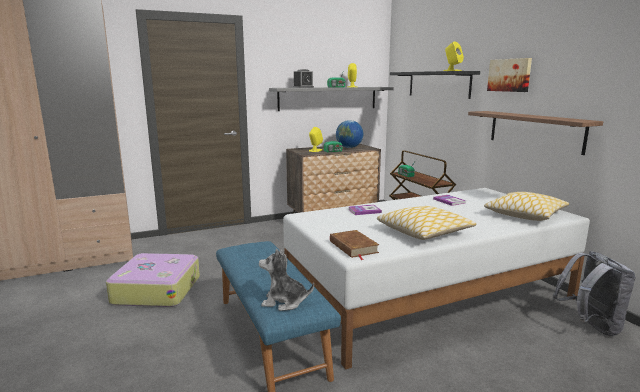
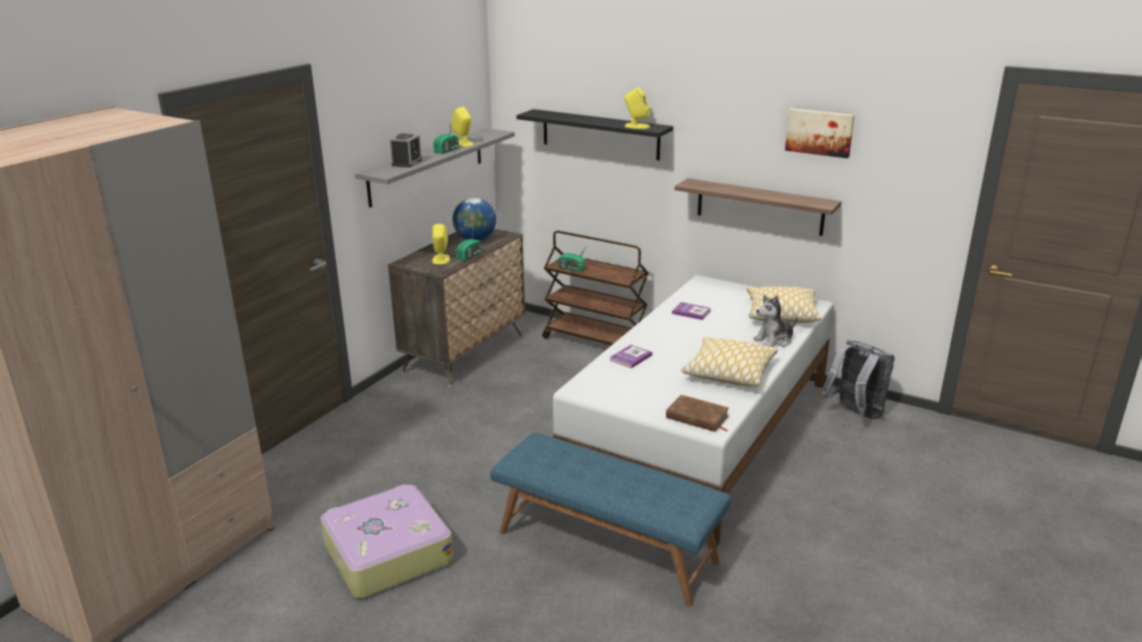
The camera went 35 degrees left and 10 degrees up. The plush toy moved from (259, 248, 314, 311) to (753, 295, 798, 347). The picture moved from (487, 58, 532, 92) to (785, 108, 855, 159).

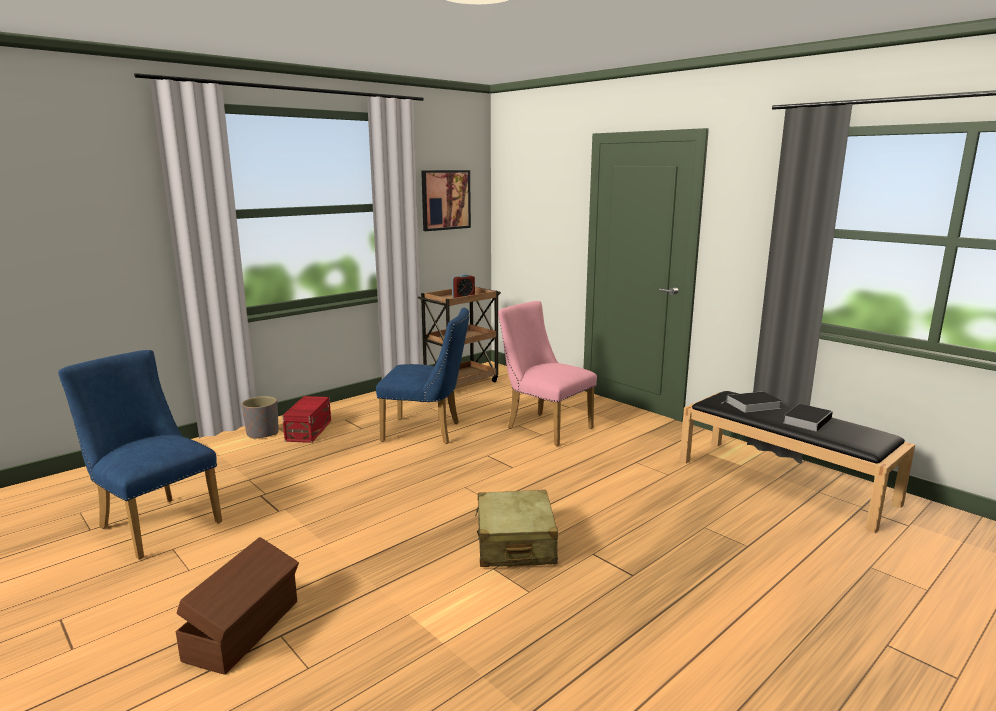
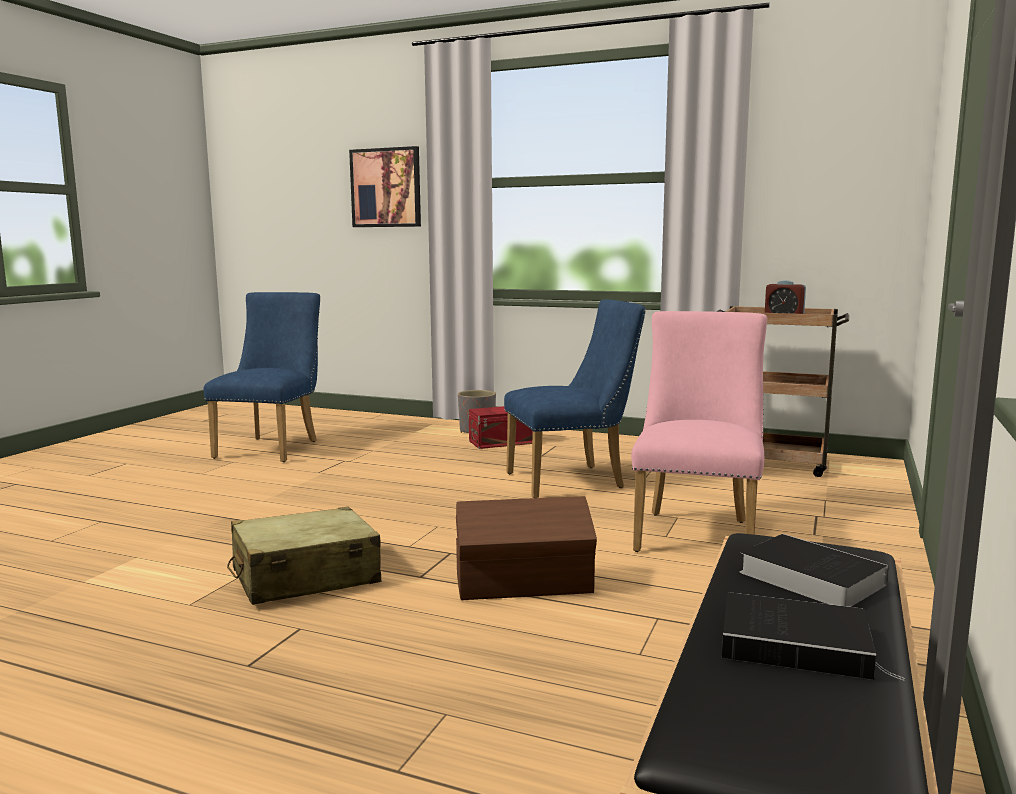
The camera went 65 degrees right and 5 degrees down. The storage box/brown moved from (176, 537, 299, 675) to (456, 496, 597, 600). The chair/blue at (376, 308, 469, 444) turned 90 degrees counterclockwise. The picture moved from (421, 170, 471, 231) to (349, 146, 421, 227).

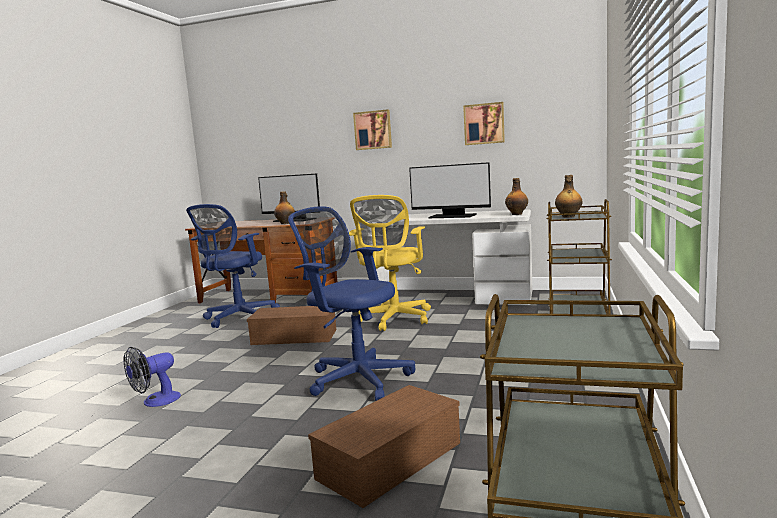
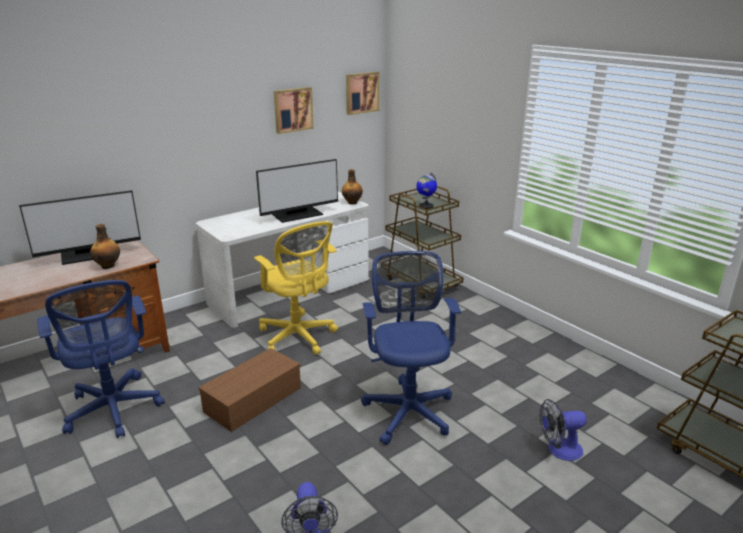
The camera went 55 degrees left and 15 degrees up. The office chair/blue at (288, 206, 415, 401) turned 105 degrees clockwise. The storage box/brown at (308, 385, 460, 508) was replaced by the fan at (539, 399, 587, 461). The picture moved from (353, 109, 392, 150) to (346, 72, 380, 115). The bottle at (555, 175, 582, 218) was replaced by the globe at (416, 173, 437, 209).

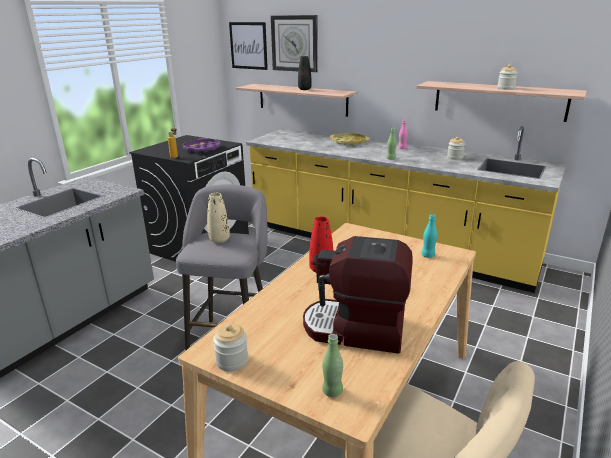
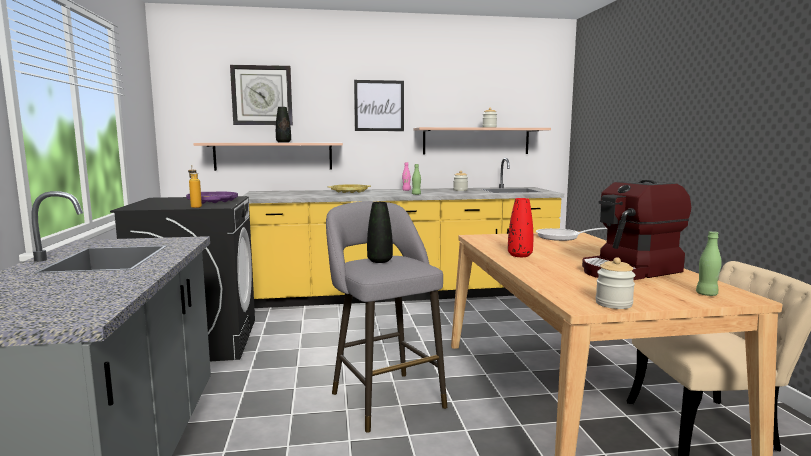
The camera went 40 degrees left and 15 degrees down. The vase/beige at (207, 193, 230, 243) became the vase/black at (367, 202, 393, 263). The picture moved from (229, 22, 268, 70) to (354, 80, 404, 131). The bottle/turquoise at (421, 214, 437, 258) was replaced by the frying pan at (536, 228, 607, 241).

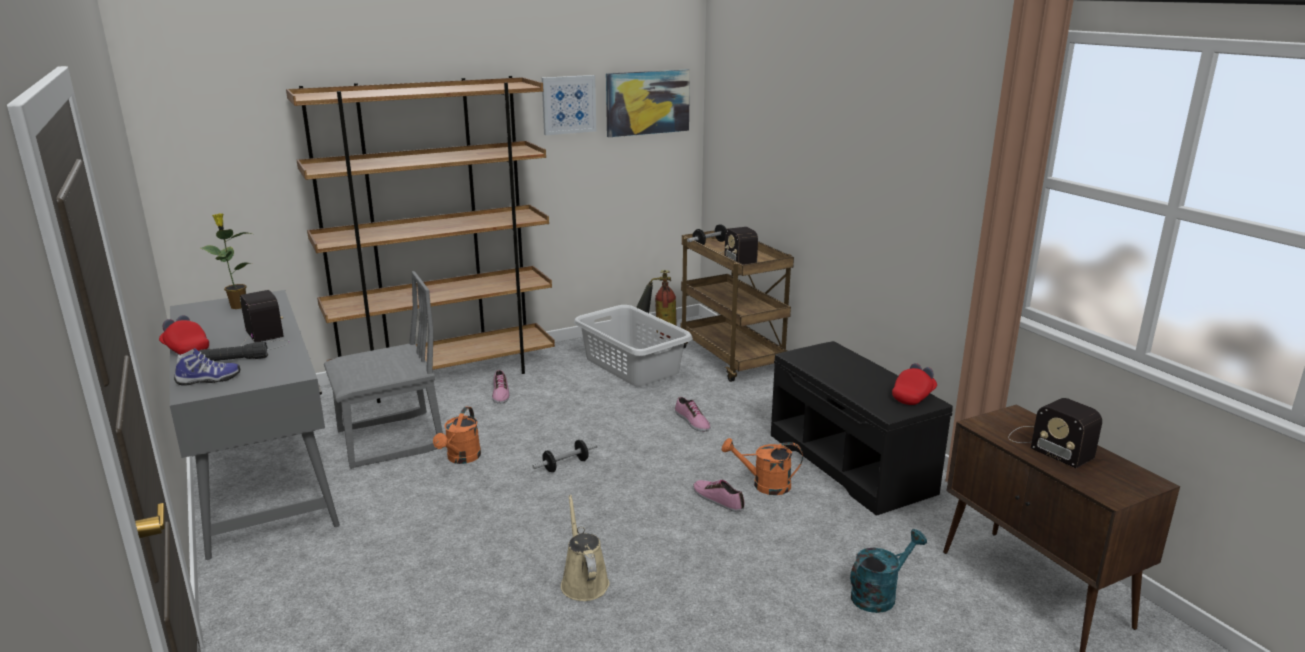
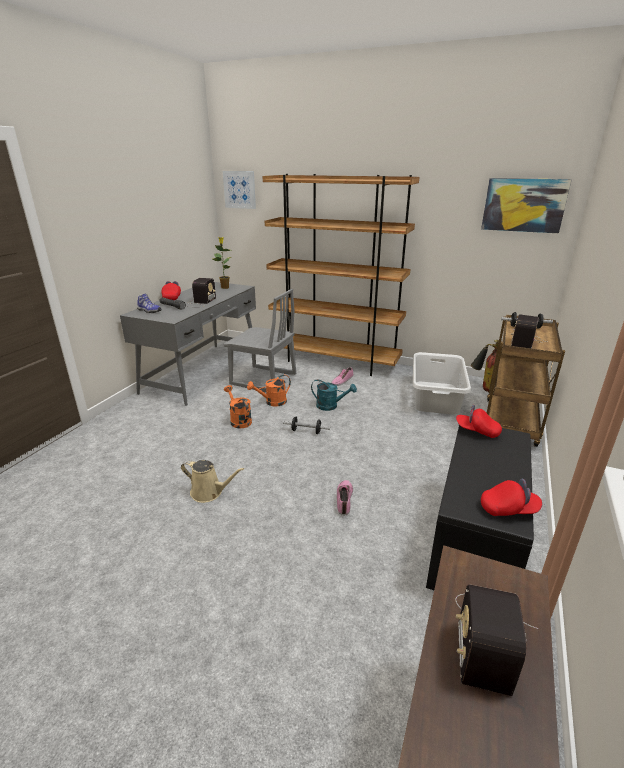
The camera went 50 degrees right and 5 degrees up. The picture moved from (542, 75, 596, 135) to (223, 171, 256, 209). The watering can/beige at (561, 495, 610, 601) turned 75 degrees clockwise. The shoe at (675, 397, 711, 432) disappeared. The watering can/orange moved from (722, 438, 803, 495) to (224, 385, 252, 428). The watering can/turquoise moved from (850, 529, 927, 613) to (311, 380, 357, 411). The cap/red at (456, 405, 502, 438) appeared.

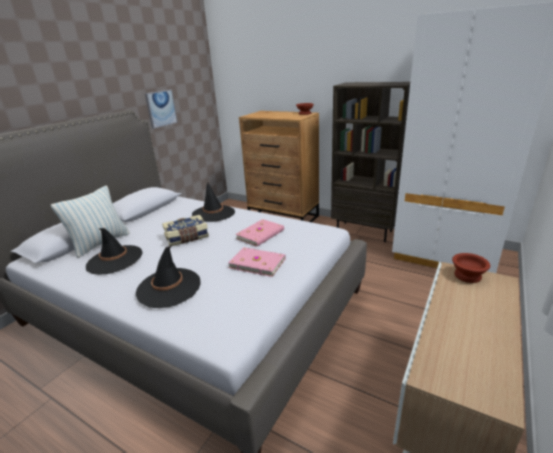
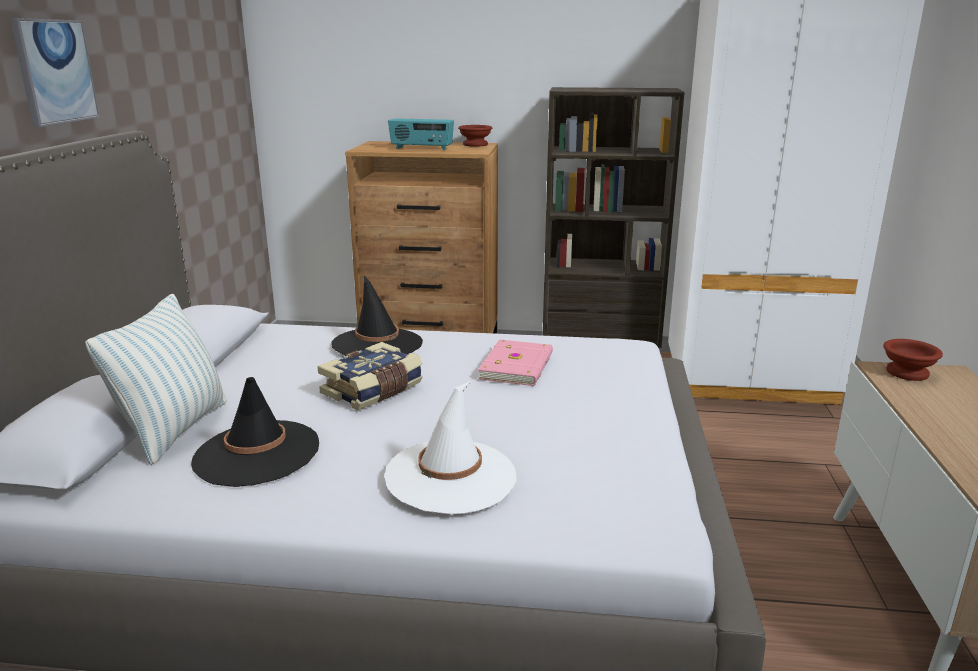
The camera went 25 degrees left and 5 degrees down. The hat/black at (136, 246, 200, 308) became the hat/white at (384, 381, 517, 514). The picture moved from (145, 90, 178, 129) to (10, 18, 100, 127). The book/pink at (228, 247, 286, 277) disappeared. The radio at (388, 118, 454, 150) appeared.

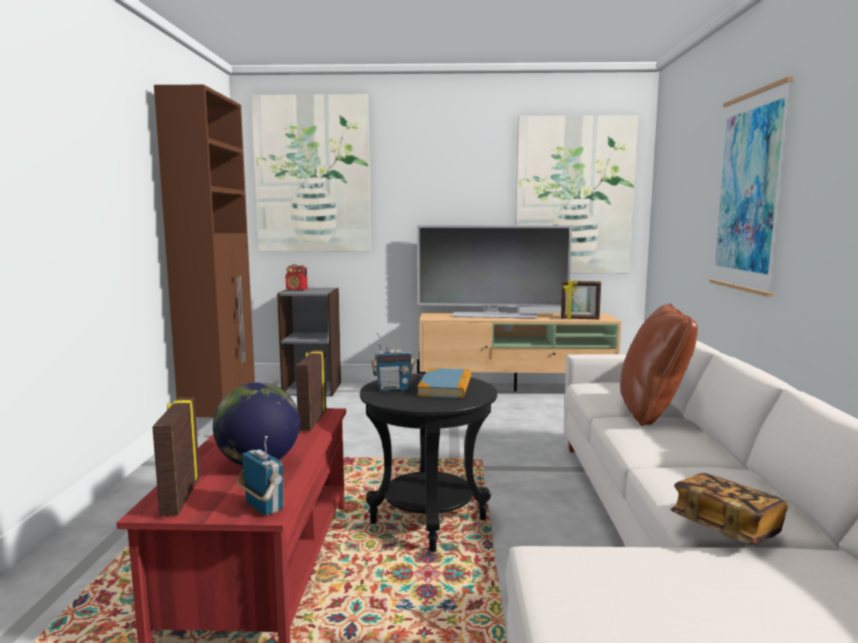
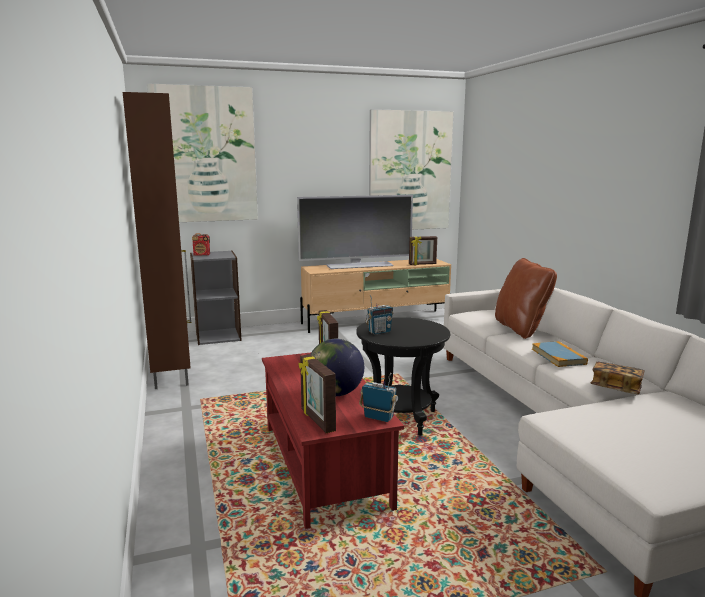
The camera went 20 degrees left and 5 degrees up. The book moved from (417, 368, 471, 398) to (532, 341, 588, 367). The picture at (709, 77, 794, 297) disappeared.

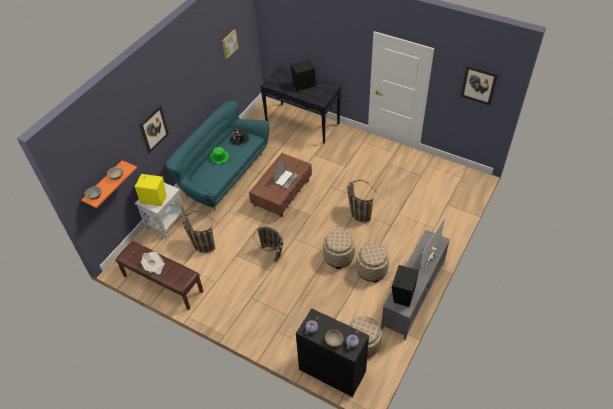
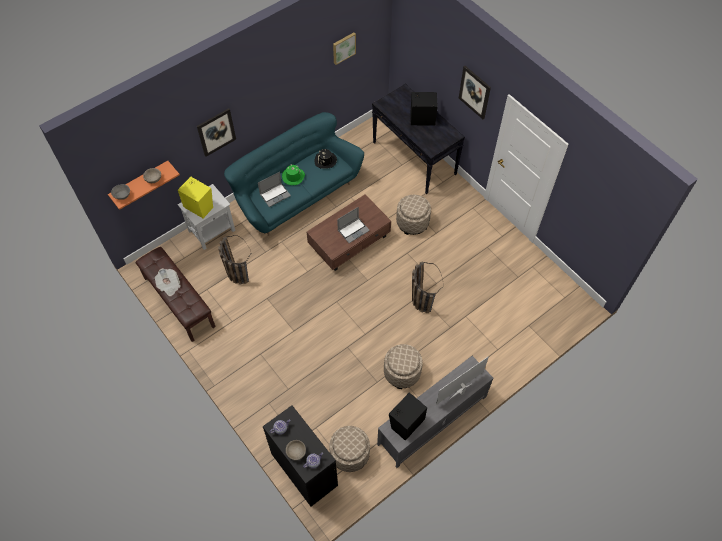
The camera went 20 degrees right and 10 degrees up. The basket at (253, 227, 283, 262) disappeared. The ottoman/beige moved from (323, 231, 355, 269) to (396, 195, 431, 235). The picture moved from (460, 65, 498, 105) to (459, 66, 491, 119). The laptop at (258, 172, 291, 207) appeared.

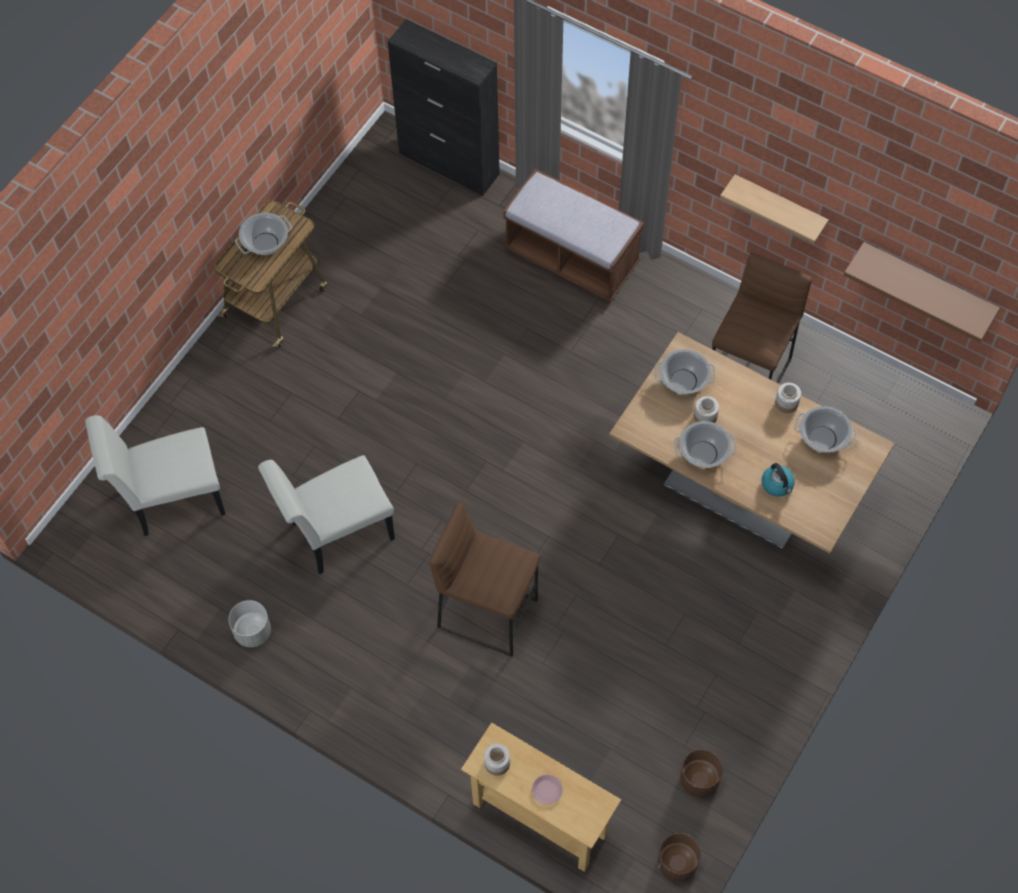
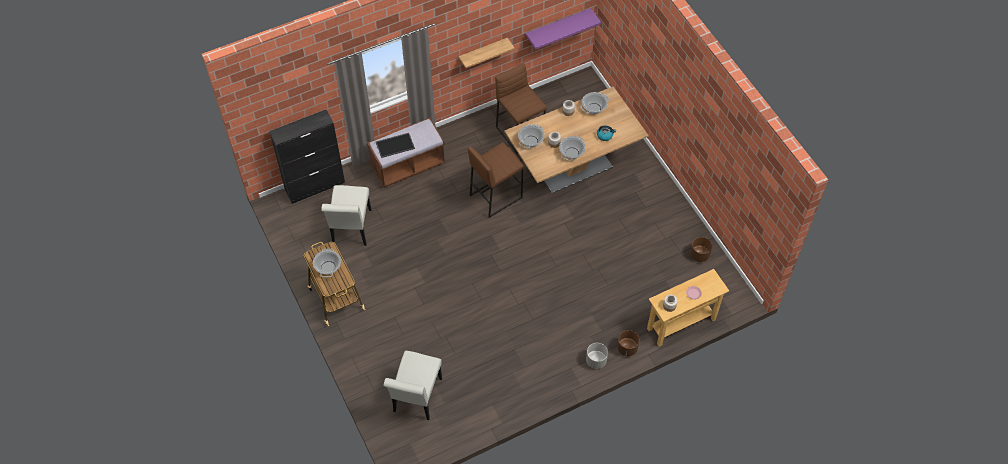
The camera went 60 degrees left and 5 degrees down. The planter/grey moved from (229, 600, 271, 647) to (586, 343, 608, 369). The chair/white moved from (258, 455, 395, 574) to (322, 185, 372, 246). The stool/brown moved from (429, 503, 541, 657) to (468, 142, 524, 218). The planter/brown moved from (657, 833, 701, 882) to (617, 330, 639, 356). The shelf/brown at (844, 242, 1000, 343) became the shelf/purple at (526, 8, 601, 50). The tray at (376, 133, 415, 158) appeared.

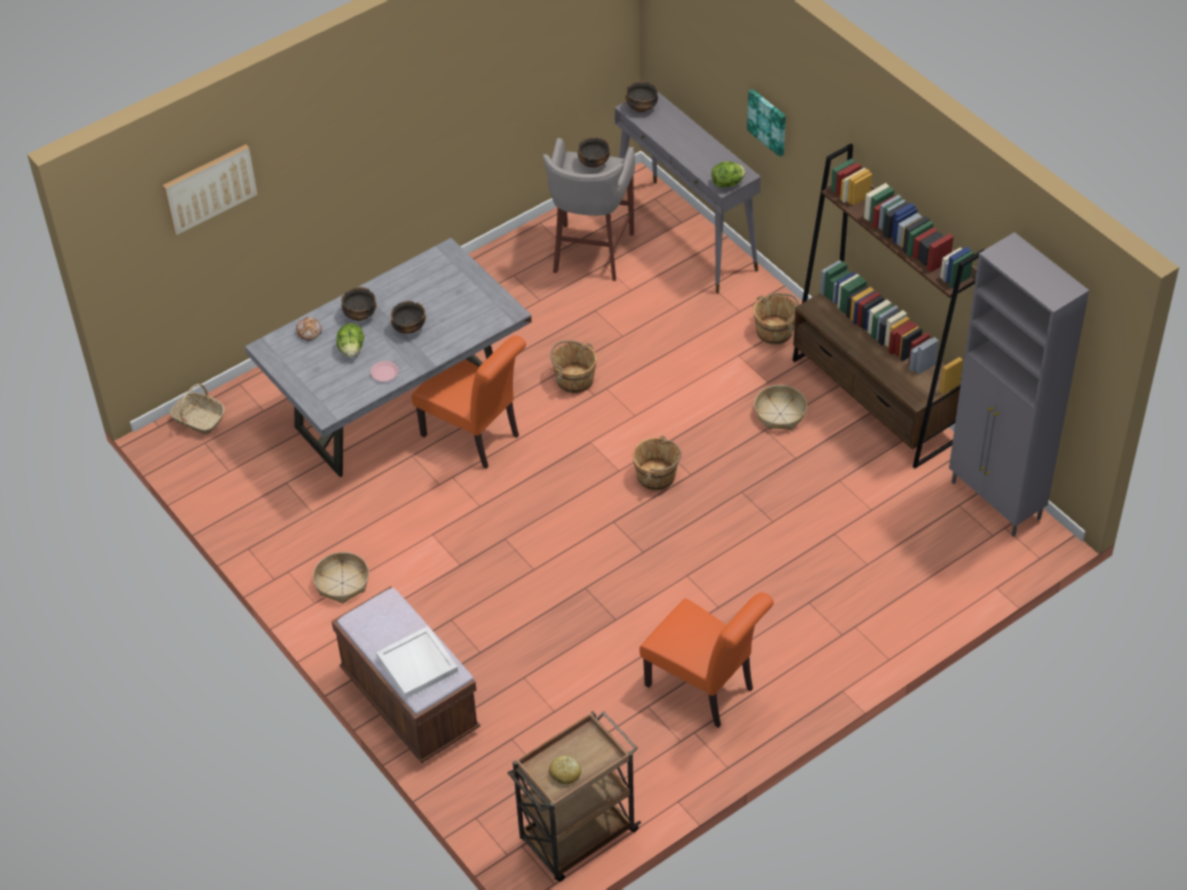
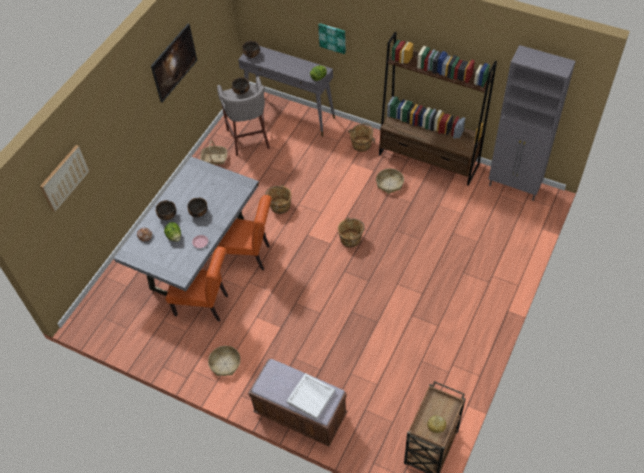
The camera went 25 degrees left and 5 degrees up. The basket moved from (170, 384, 225, 435) to (200, 140, 227, 165). The chair/orange moved from (639, 592, 774, 728) to (166, 247, 228, 322). The picture at (151, 23, 197, 103) appeared.

